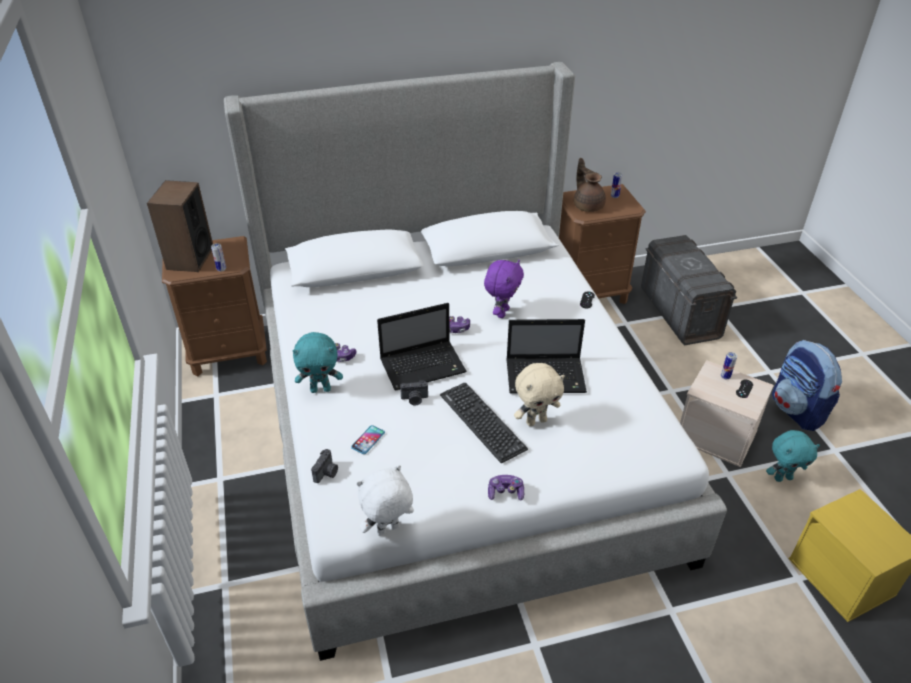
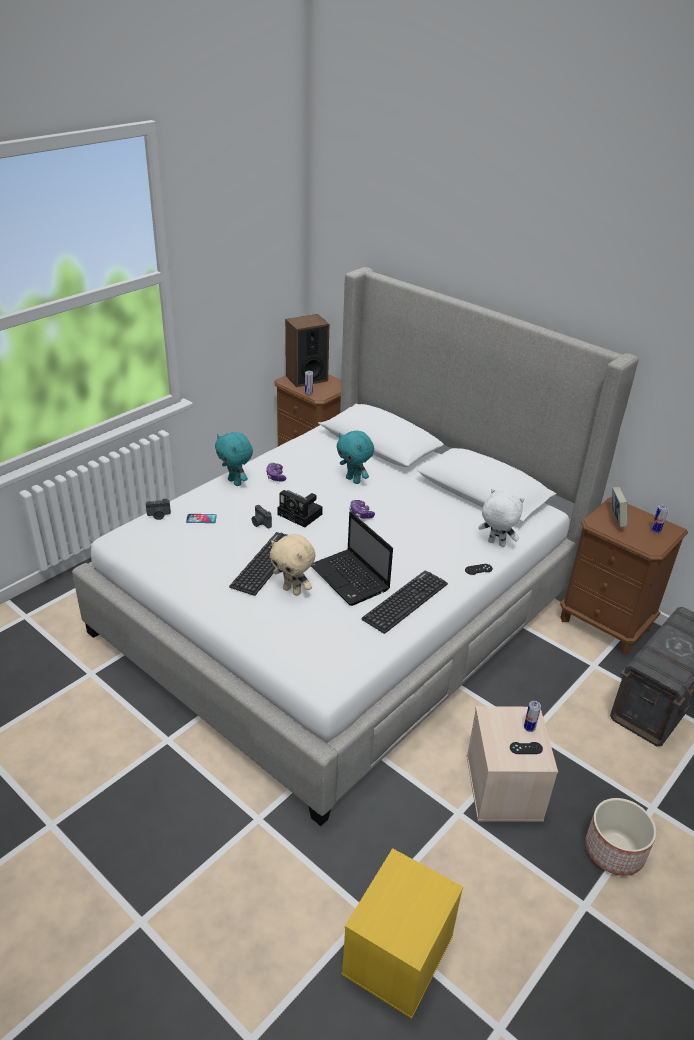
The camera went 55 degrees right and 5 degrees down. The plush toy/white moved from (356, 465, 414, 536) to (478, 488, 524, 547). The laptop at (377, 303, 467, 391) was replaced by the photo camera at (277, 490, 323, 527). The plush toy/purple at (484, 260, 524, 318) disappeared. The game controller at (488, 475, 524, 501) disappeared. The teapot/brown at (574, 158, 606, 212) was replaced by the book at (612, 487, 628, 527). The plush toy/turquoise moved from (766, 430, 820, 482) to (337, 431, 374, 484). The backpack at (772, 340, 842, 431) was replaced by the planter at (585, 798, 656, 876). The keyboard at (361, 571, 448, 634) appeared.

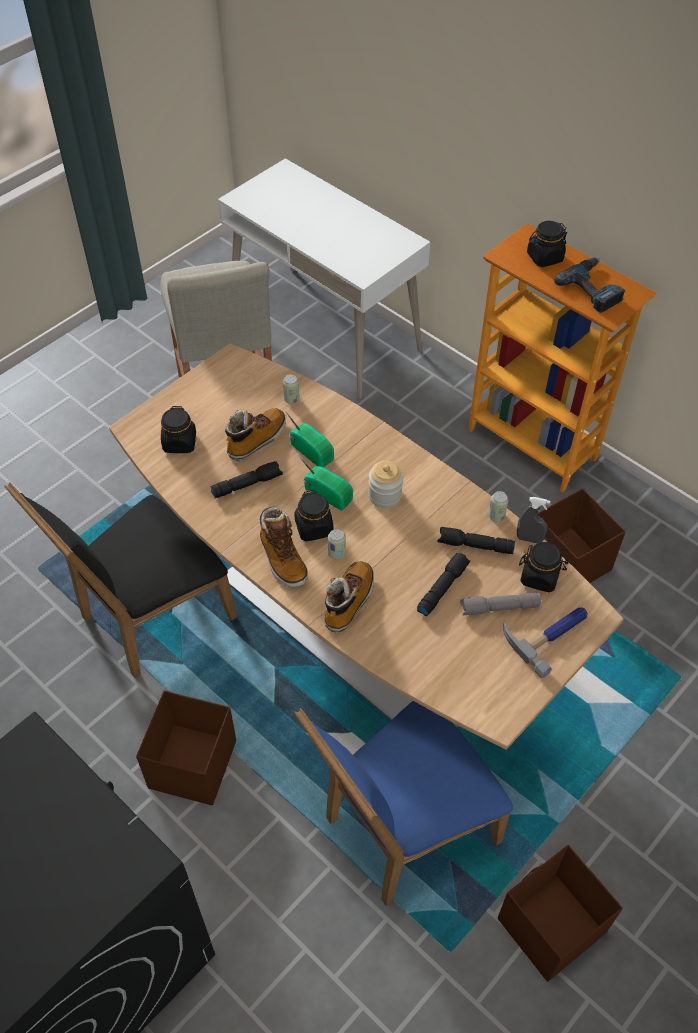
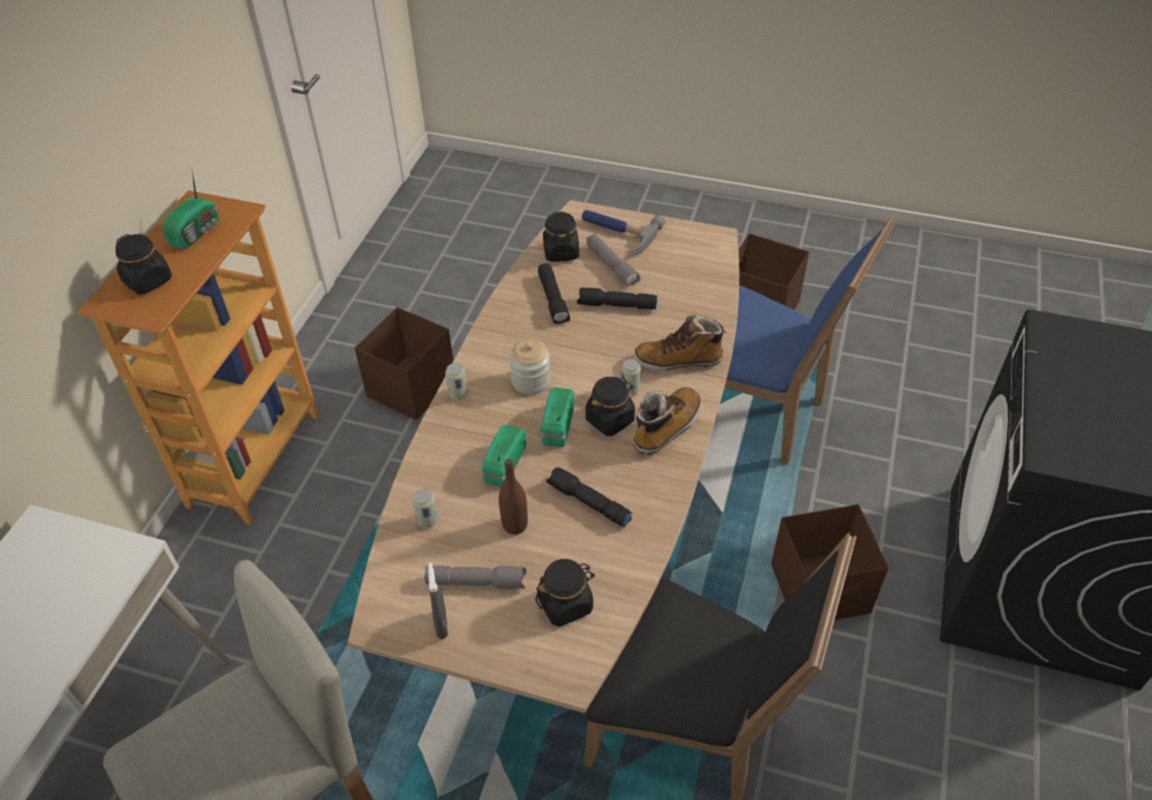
The camera went 115 degrees left and 5 degrees down. The boot at (225, 408, 286, 461) was replaced by the bottle/brown at (499, 458, 528, 535). The can moved from (488, 491, 508, 522) to (445, 363, 468, 400). The spray bottle/grey moved from (517, 497, 550, 544) to (428, 563, 448, 639). The power drill at (554, 257, 625, 313) was replaced by the radio at (162, 170, 219, 250). The flashlight/grey at (424, 566, 526, 589) appeared.

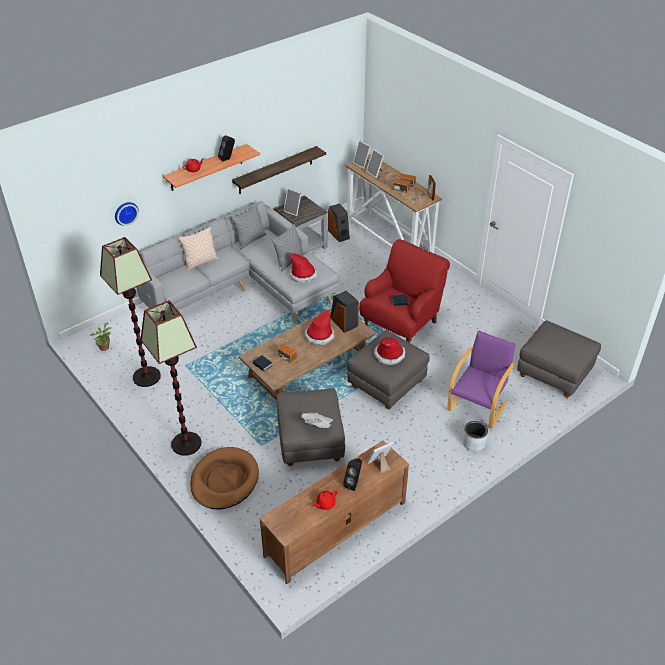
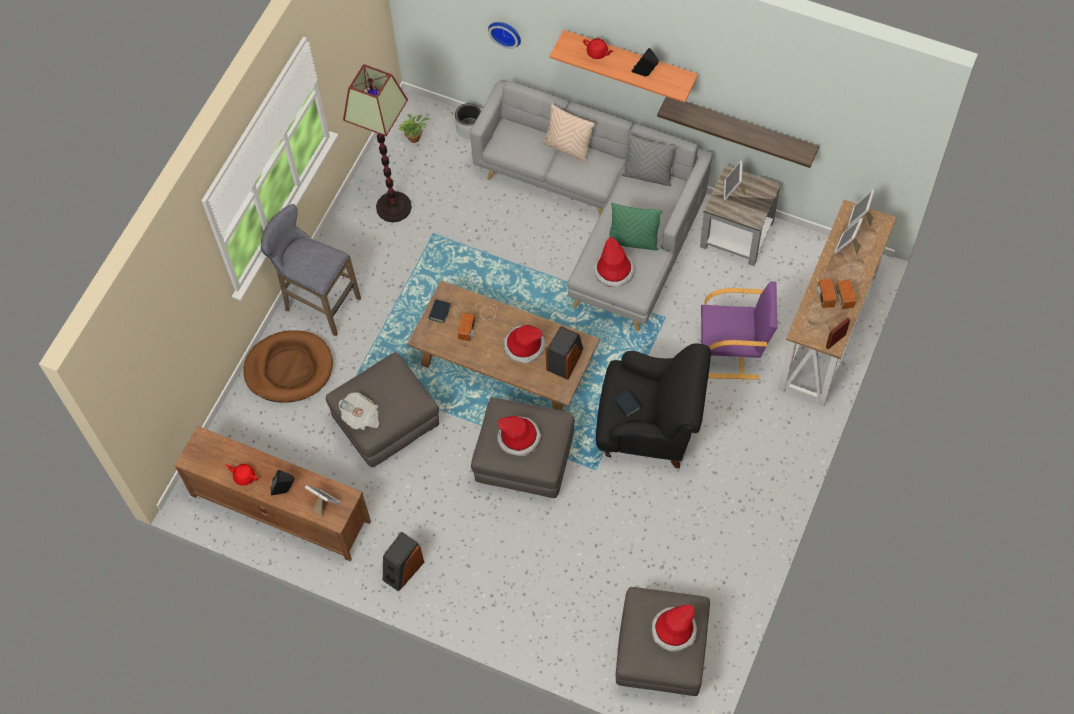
The camera went 65 degrees right and 20 degrees up. The floor lamp at (140, 300, 202, 456) was replaced by the stool/grey at (261, 204, 361, 336). The pillow/grey at (272, 224, 304, 271) became the pillow/green at (609, 203, 662, 250). The speaker moved from (328, 203, 350, 242) to (383, 532, 424, 592). The armchair/red at (359, 239, 450, 343) became the armchair/black at (596, 343, 711, 469). The armchair/purple moved from (447, 331, 516, 428) to (701, 281, 778, 380). The planter/grey moved from (462, 421, 488, 451) to (455, 103, 481, 139). The hat at (652, 605, 697, 652) appeared.

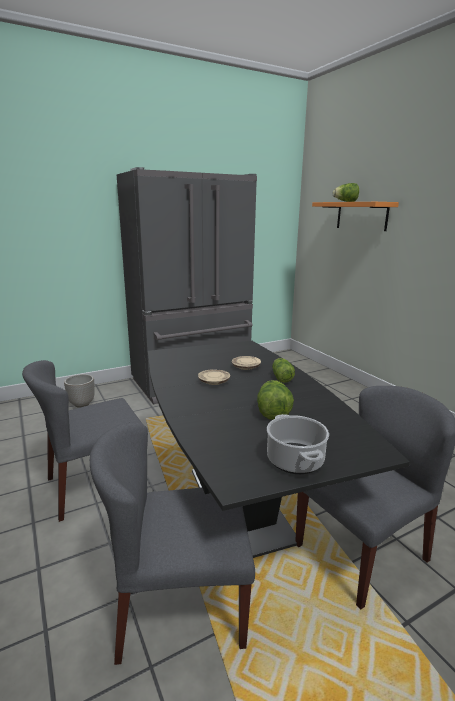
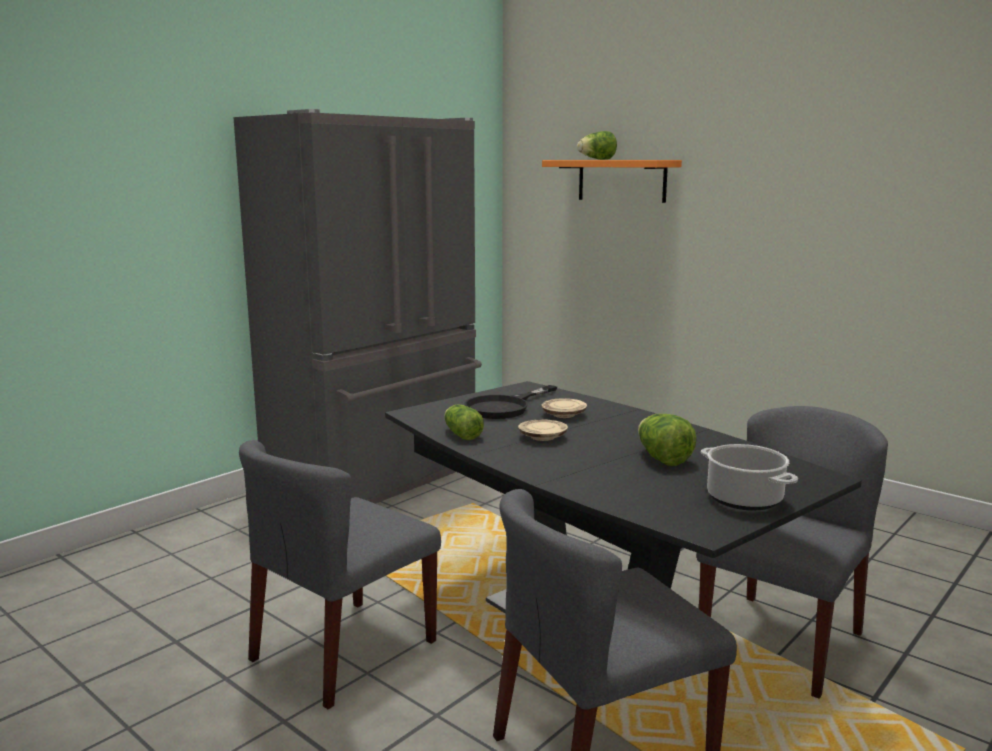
The camera went 20 degrees left and 5 degrees down. The planter at (64, 374, 95, 408) disappeared. The lettuce moved from (272, 358, 295, 383) to (444, 405, 484, 440). The frying pan/black at (464, 385, 557, 419) appeared.

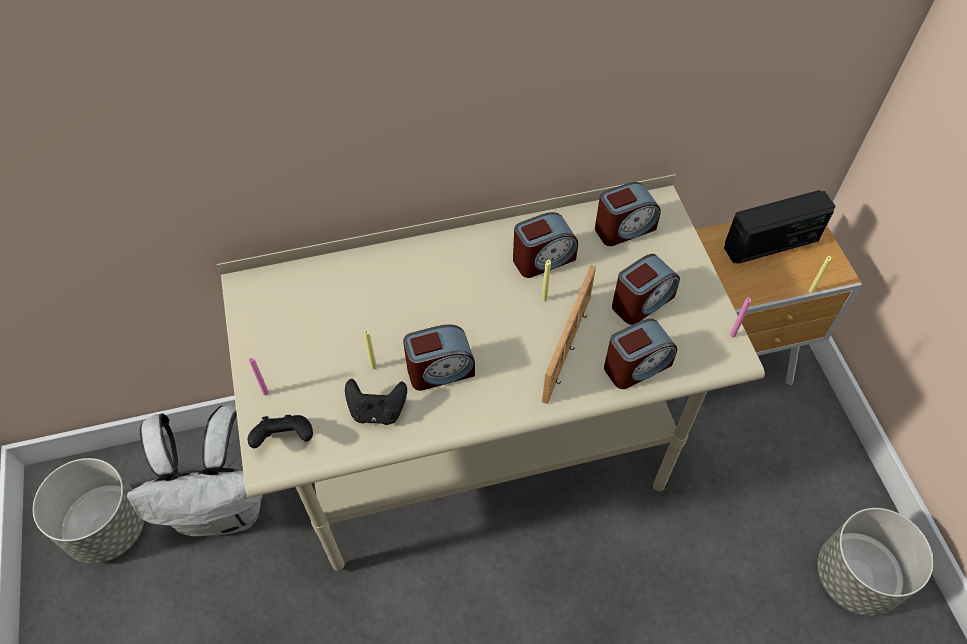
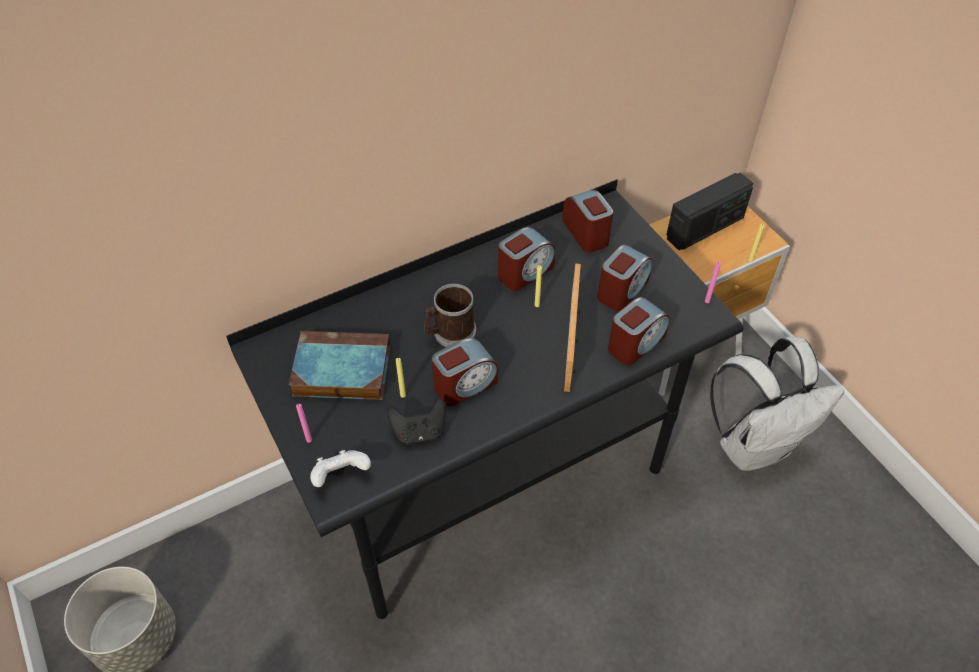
The camera went 15 degrees left and 5 degrees down. The backpack/white moved from (127, 405, 263, 536) to (710, 336, 845, 471). The desk/beige at (217, 174, 765, 571) became the desk/black at (226, 179, 743, 620). The game controller/black at (248, 415, 313, 448) became the game controller/white at (310, 450, 371, 487). The alarm clock at (595, 182, 661, 246) turned 75 degrees counterclockwise. The planter/grey at (817, 508, 933, 616) disappeared. The book at (289, 331, 390, 400) appeared. The mug at (424, 284, 476, 347) appeared.

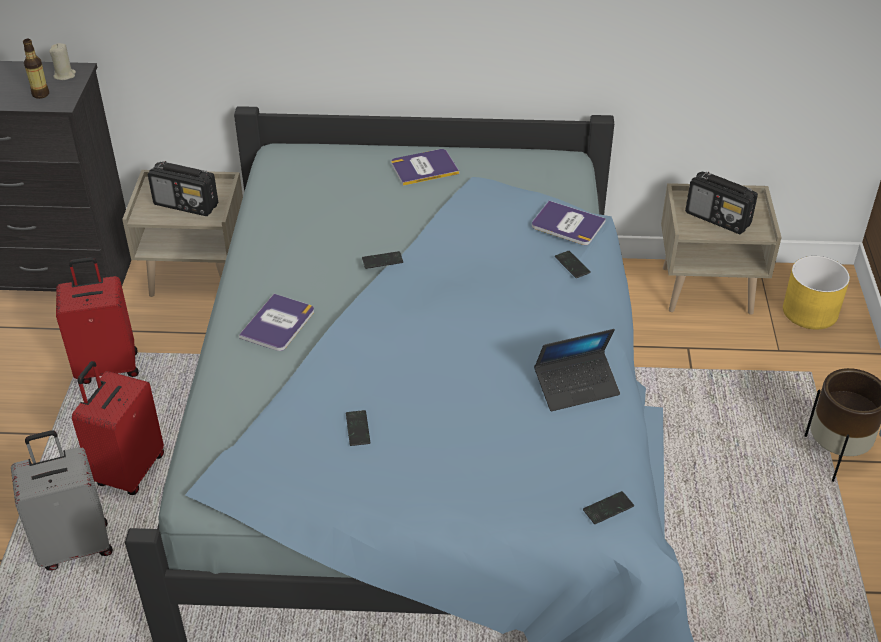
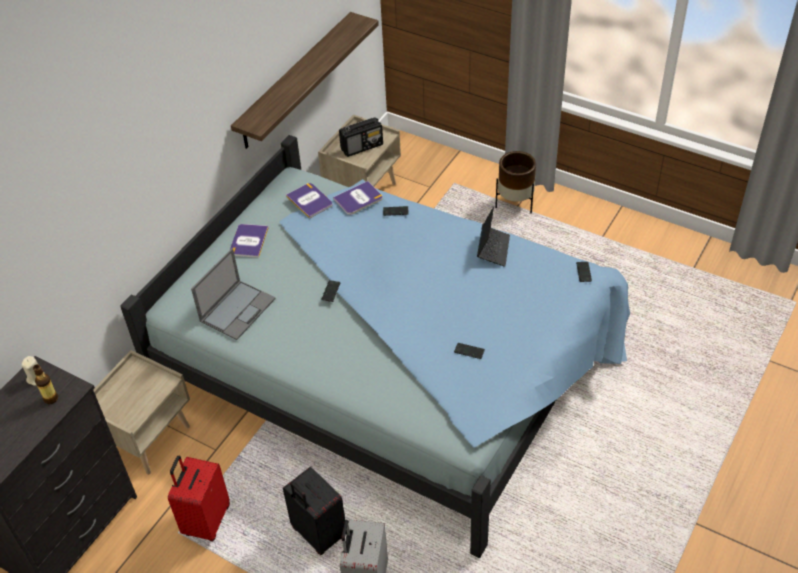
The camera went 60 degrees left and 5 degrees up. The suitcase/red at (72, 361, 164, 495) became the suitcase/black at (283, 467, 347, 555). The radio at (148, 161, 218, 216) disappeared. The book moved from (239, 294, 314, 351) to (286, 183, 333, 219). The planter/yellow at (783, 256, 850, 330) disappeared. The laptop at (191, 248, 276, 340) appeared. The shelf at (231, 12, 379, 149) appeared.

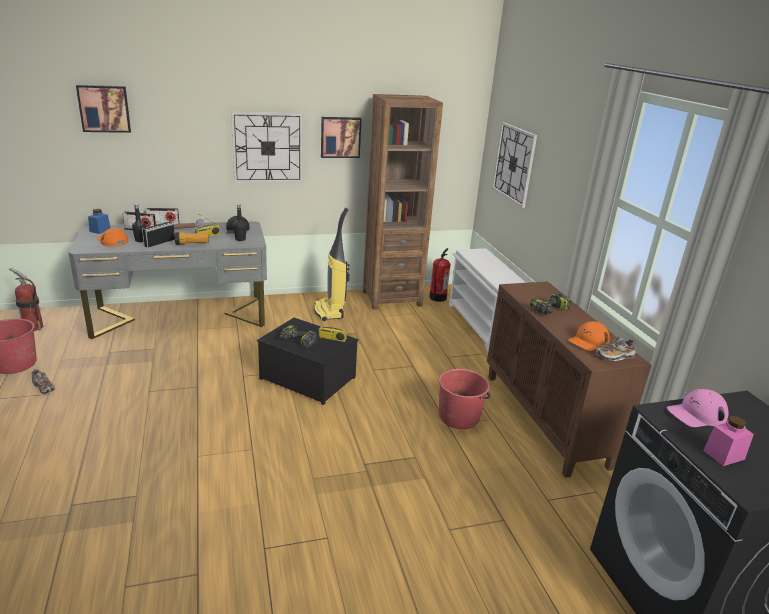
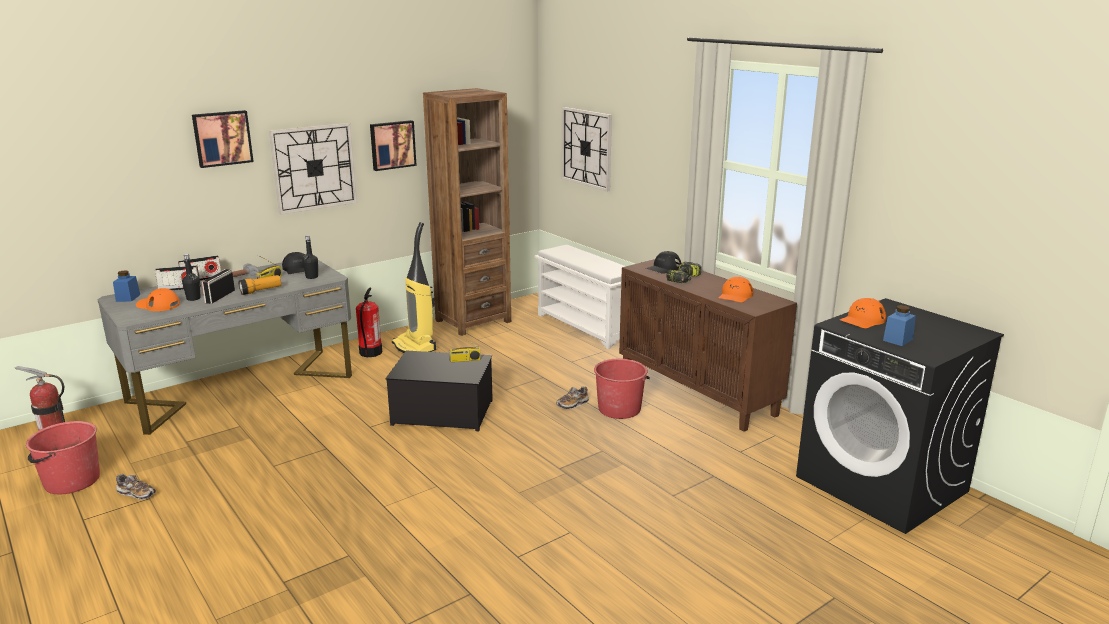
The camera went 20 degrees left and 5 degrees down. The picture moved from (76, 85, 131, 133) to (192, 110, 254, 168). The power drill at (279, 324, 318, 348) disappeared. The fire extinguisher moved from (429, 248, 451, 302) to (356, 288, 382, 357). The shoe moved from (595, 337, 637, 361) to (556, 387, 589, 409). The cap/pink at (667, 389, 728, 427) became the cap/orange at (840, 298, 886, 328). The jar/pink at (703, 416, 754, 466) became the jar/blue at (883, 305, 916, 346). The cap/black at (646, 251, 681, 274) appeared.

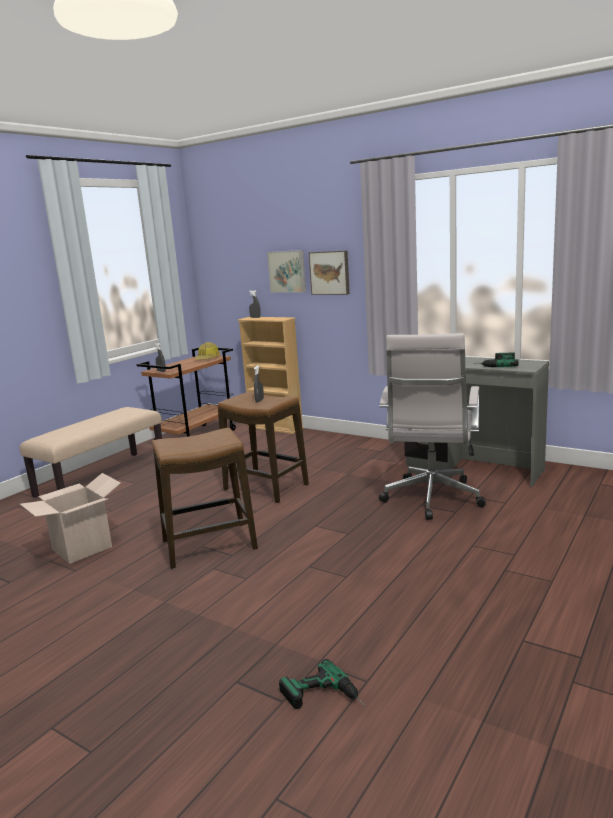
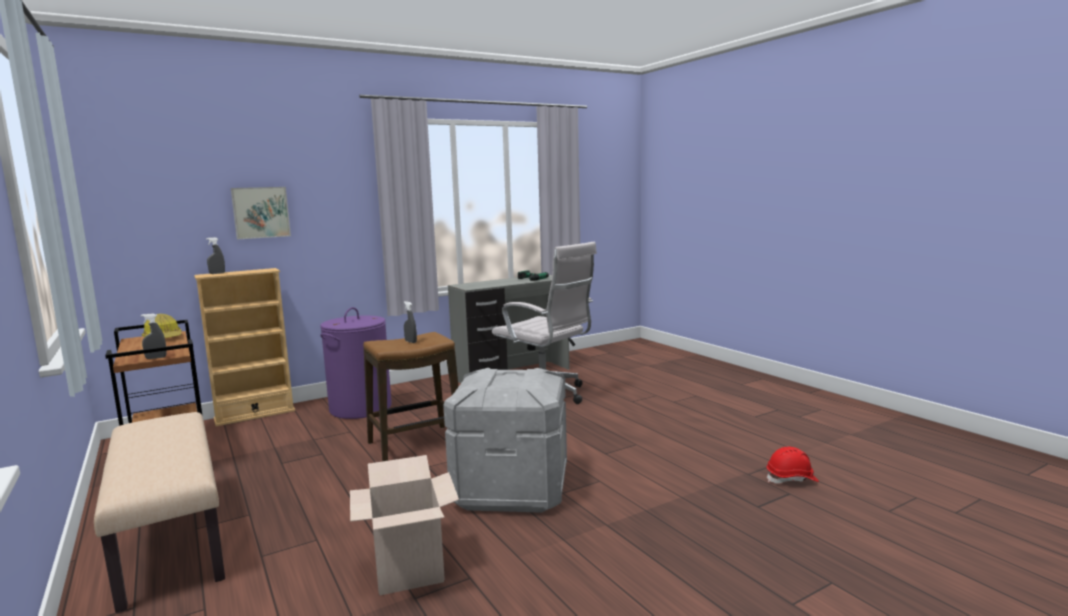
The camera went 65 degrees left and 5 degrees down. The stool at (152, 428, 258, 569) was replaced by the storage box/grey at (443, 368, 567, 513). The power drill at (279, 659, 365, 709) was replaced by the hard hat/red at (767, 446, 819, 484). The picture at (309, 250, 350, 295) disappeared. The laundry basket/purple at (320, 307, 392, 419) appeared.

